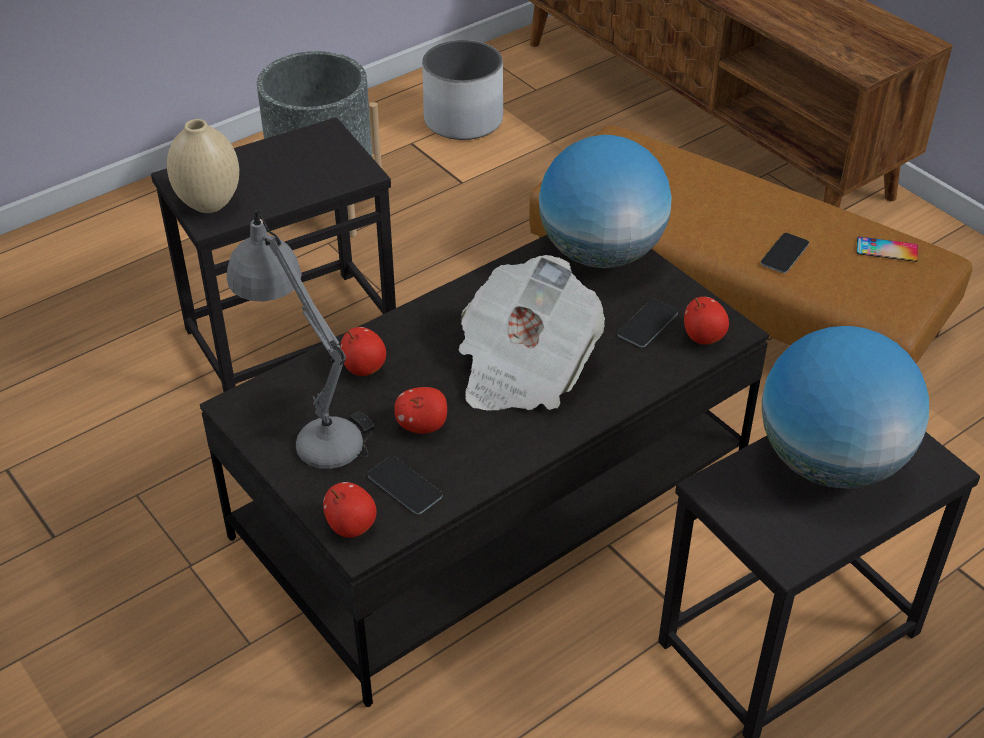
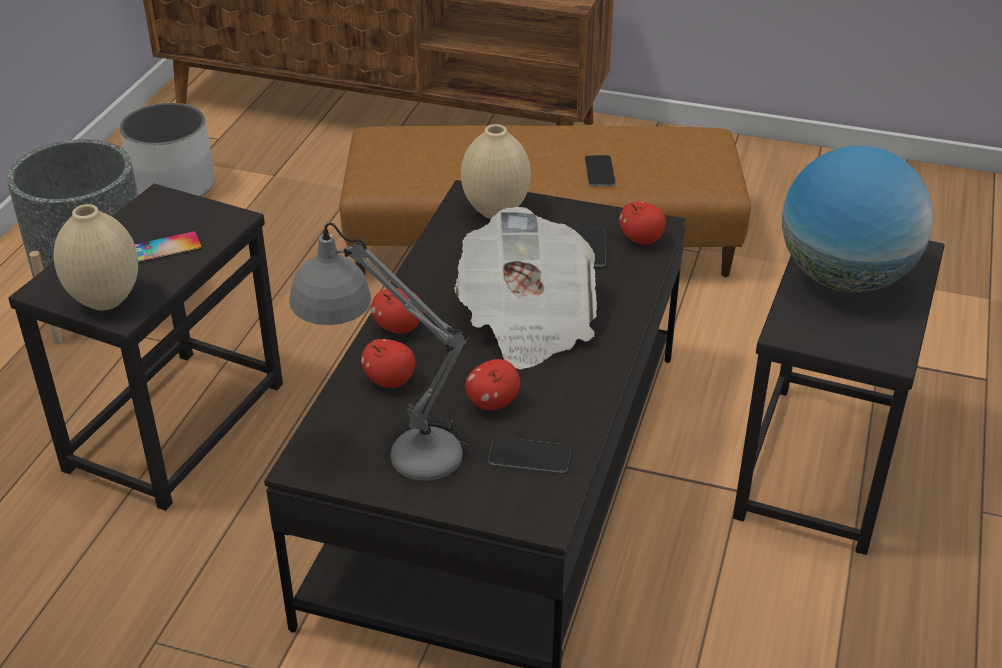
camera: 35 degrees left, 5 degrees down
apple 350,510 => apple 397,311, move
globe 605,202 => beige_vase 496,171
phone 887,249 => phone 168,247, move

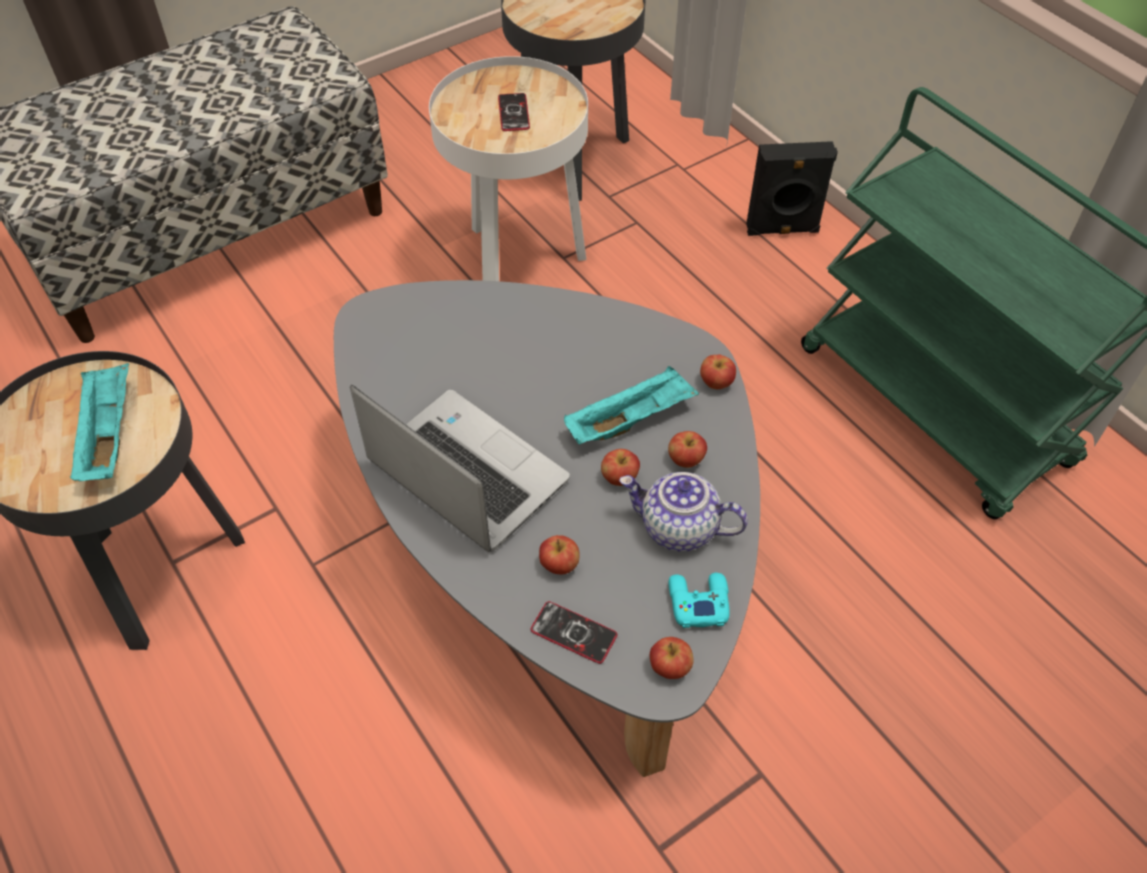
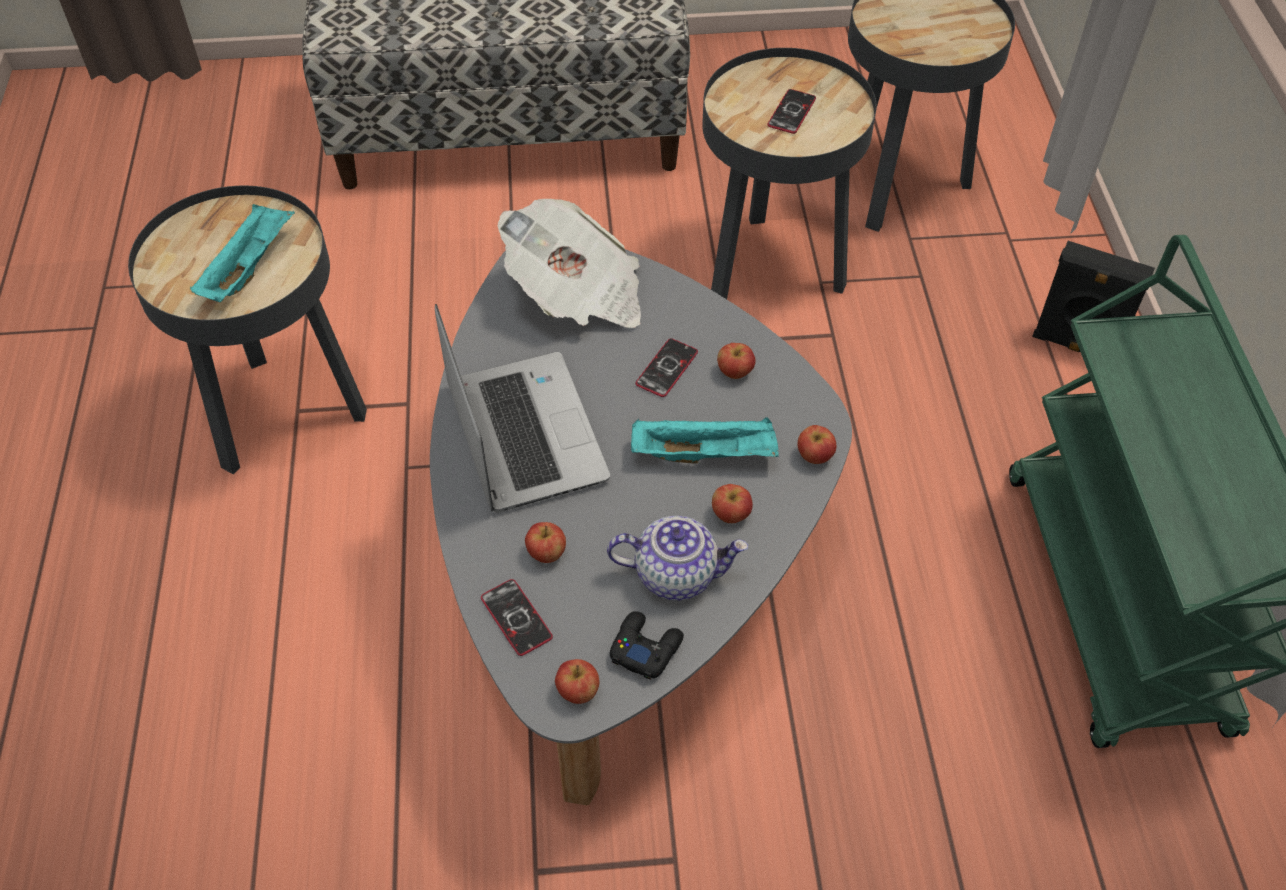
camera: 30 degrees right, 0 degrees up
white_side_table 508,168 => black_side_table 789,173
apple 620,467 => apple 736,361, move
teapot 683,512 => teapot 677,558, 135 degrees clockwise
turquoise_game_controller 699,600 => black_game_controller 647,645
nothing => newspaper 569,263
nothing => phone 666,367

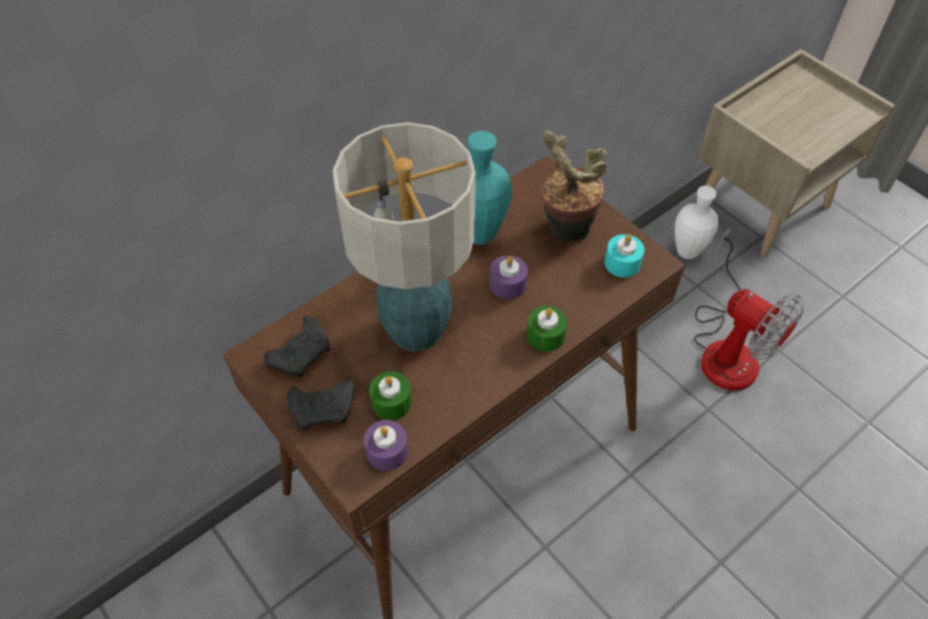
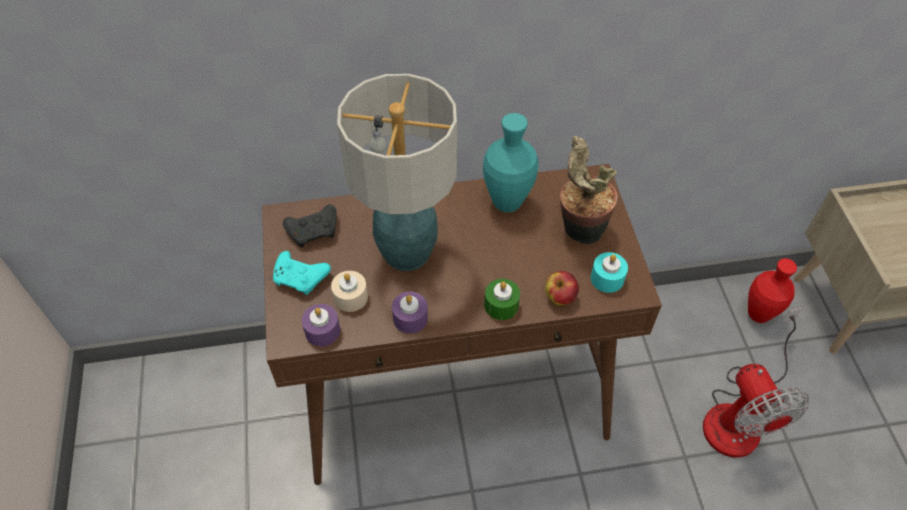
camera: 30 degrees right, 0 degrees up
black_game_controller 321,404 => turquoise_game_controller 302,273
green_candle 390,395 => beige_candle 349,291
purple_candle 509,277 => purple_candle 410,313, move
white_vase 696,222 => red_vase 772,290
nothing => apple 562,288

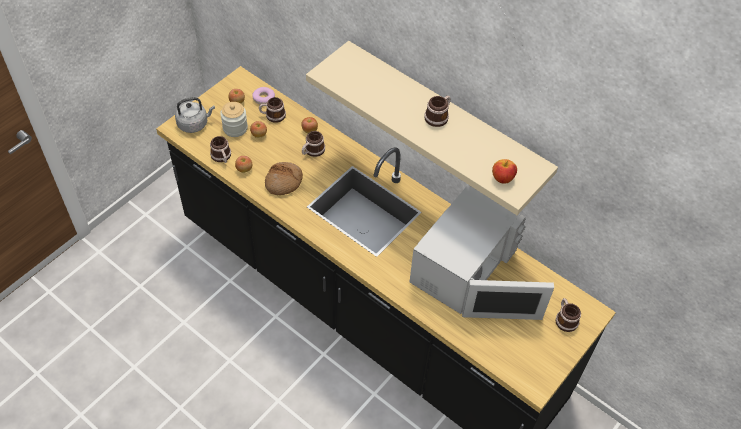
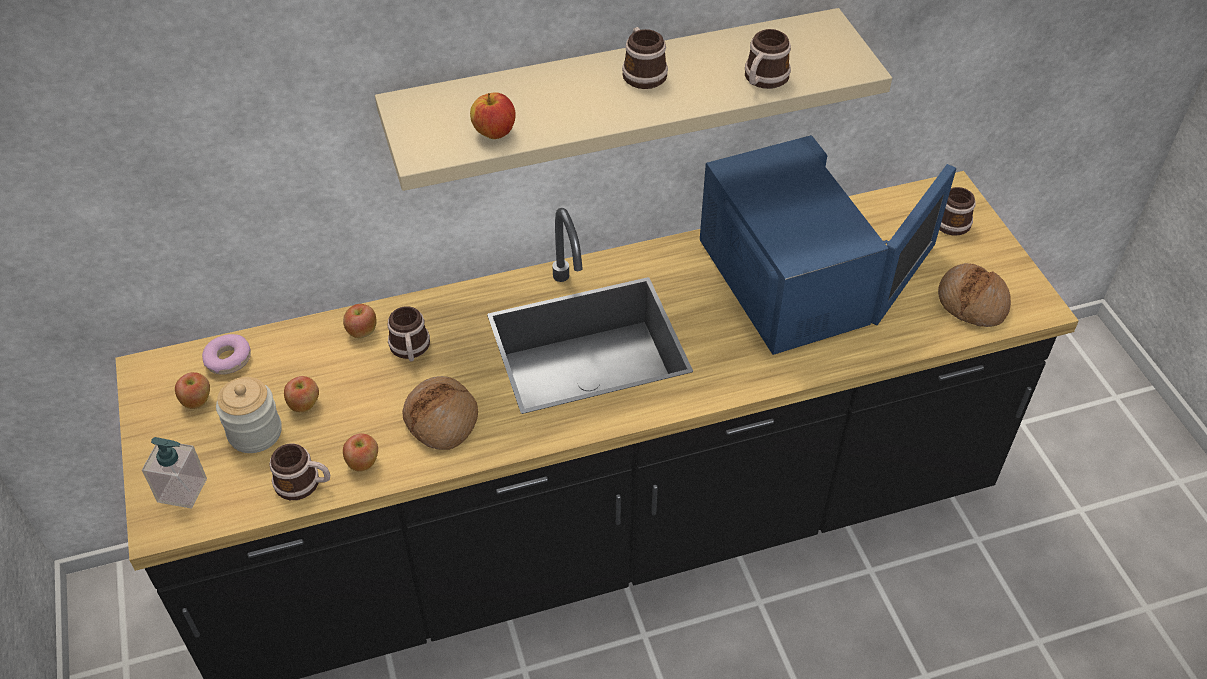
camera: 55 degrees left, 5 degrees down
grey_kettle 195,115 => soap_dispenser 174,472
mug 272,110 => mug 768,59, move
white_microwave 482,252 => blue_microwave 828,245
apple 504,171 => apple 493,115, move
nothing => bread 974,295

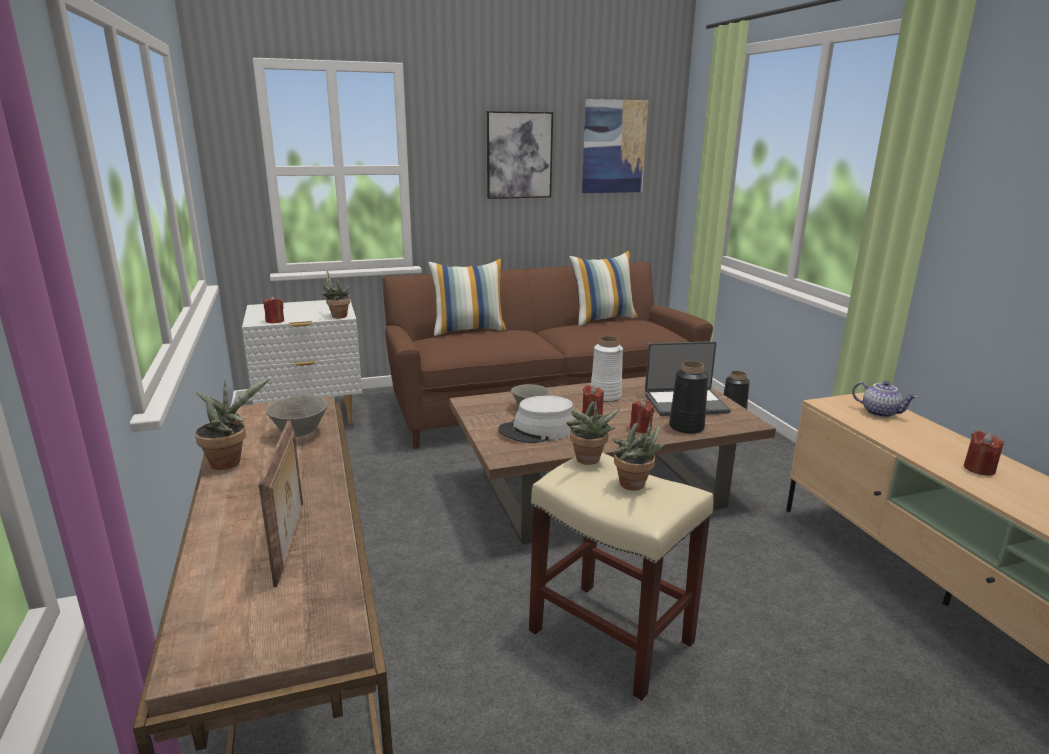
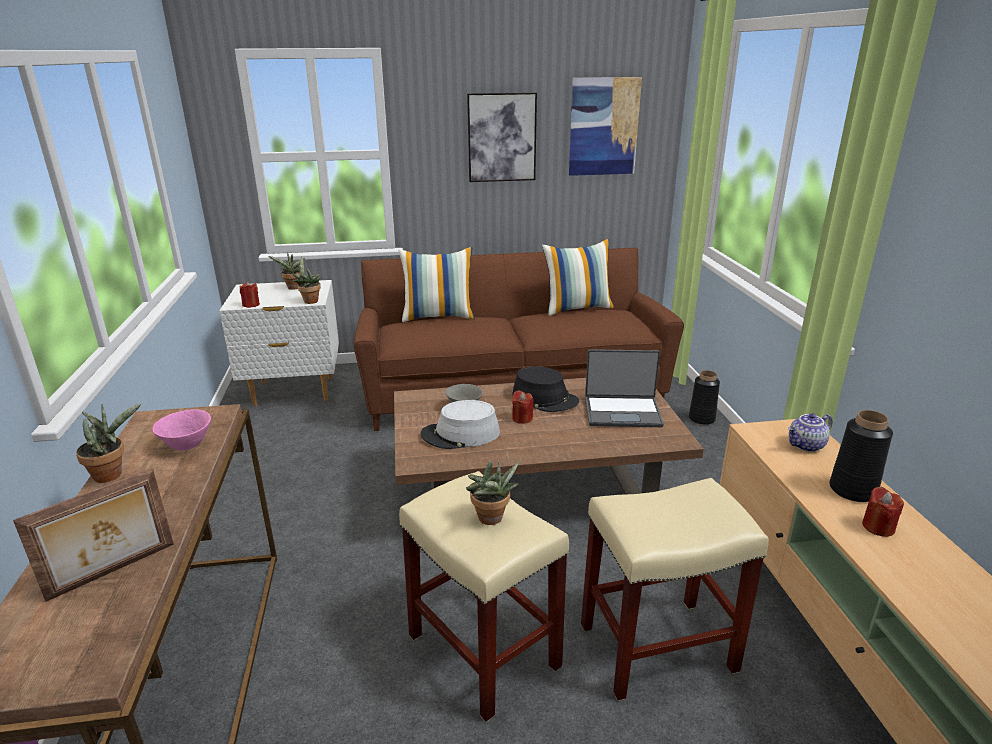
camera: 10 degrees right, 5 degrees up
picture_frame 280,503 => picture_frame 93,535, 45 degrees clockwise
grey_bowl 296,416 => pink_bowl 182,430
potted_plant 593,432 => potted_plant 286,271, move
white_vase 607,369 => black_hat 545,389
red_candle 642,416 => nothing
black_vase 689,397 => black_vase 861,456, move
teapot 884,399 => teapot 810,432, 105 degrees clockwise
nothing => beige_stool 674,589

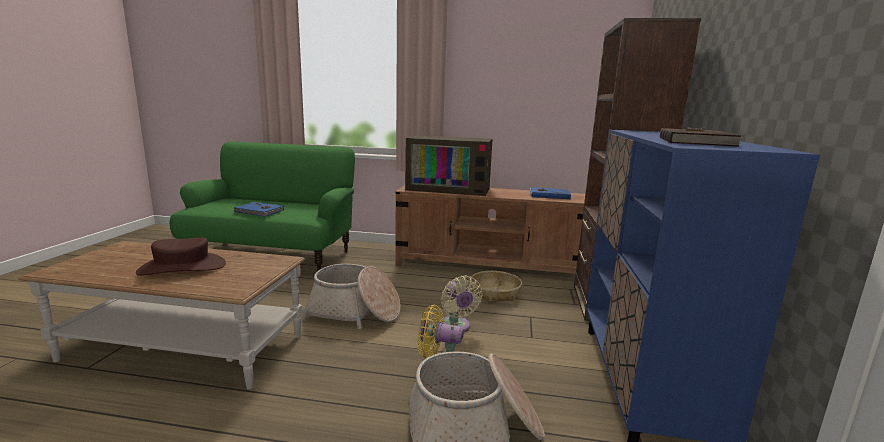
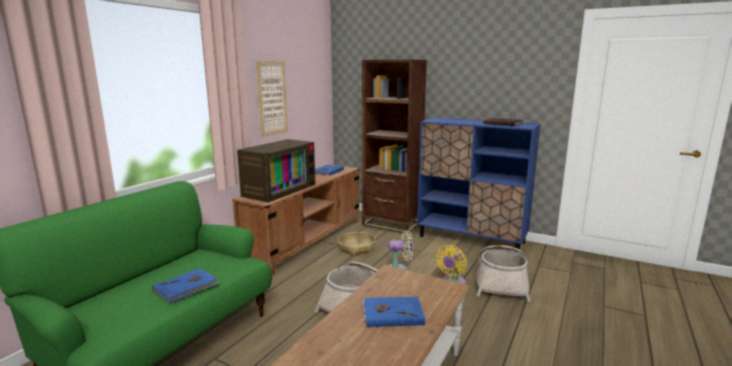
camera: 70 degrees left, 0 degrees up
brown_hat 181,256 => blue_book 394,311
nothing => picture 272,99

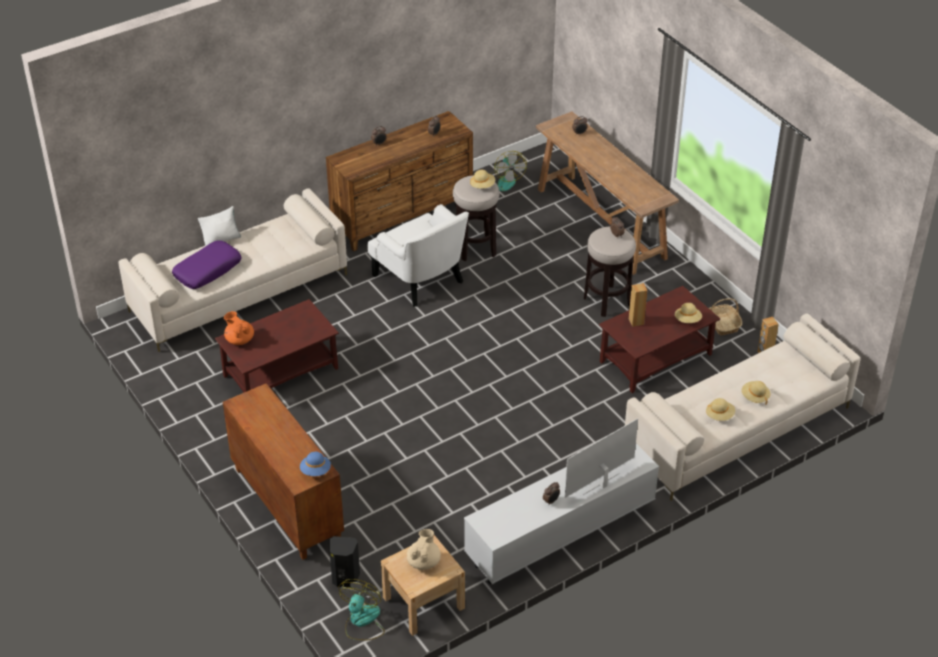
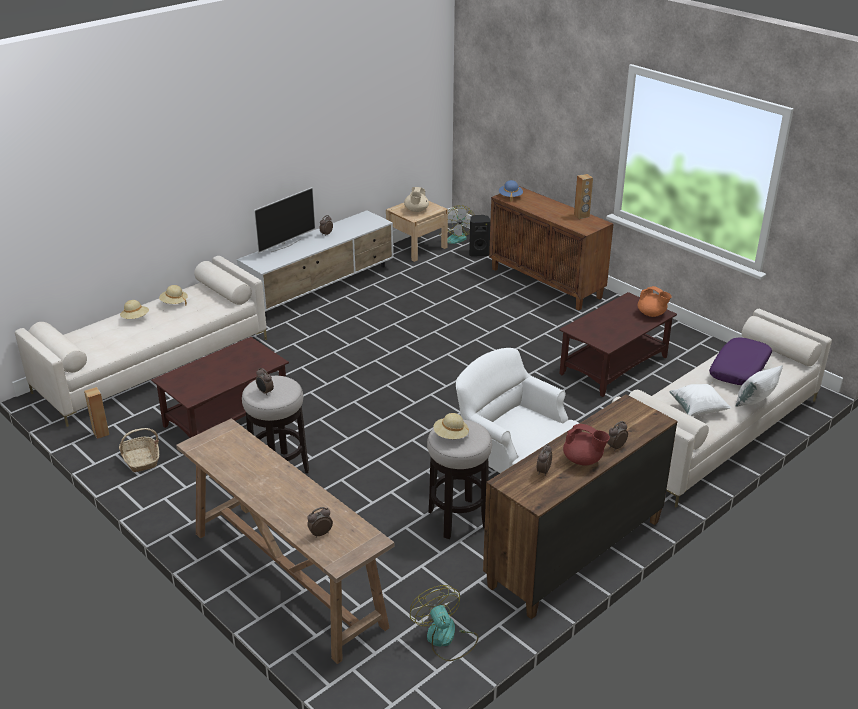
camera: 170 degrees right, 10 degrees down
brown_speaker 638,305 => brown_speaker 583,196, move
beige_hat 688,313 => nothing
nothing => red_teapot 586,445
nothing => white_pillow 700,400

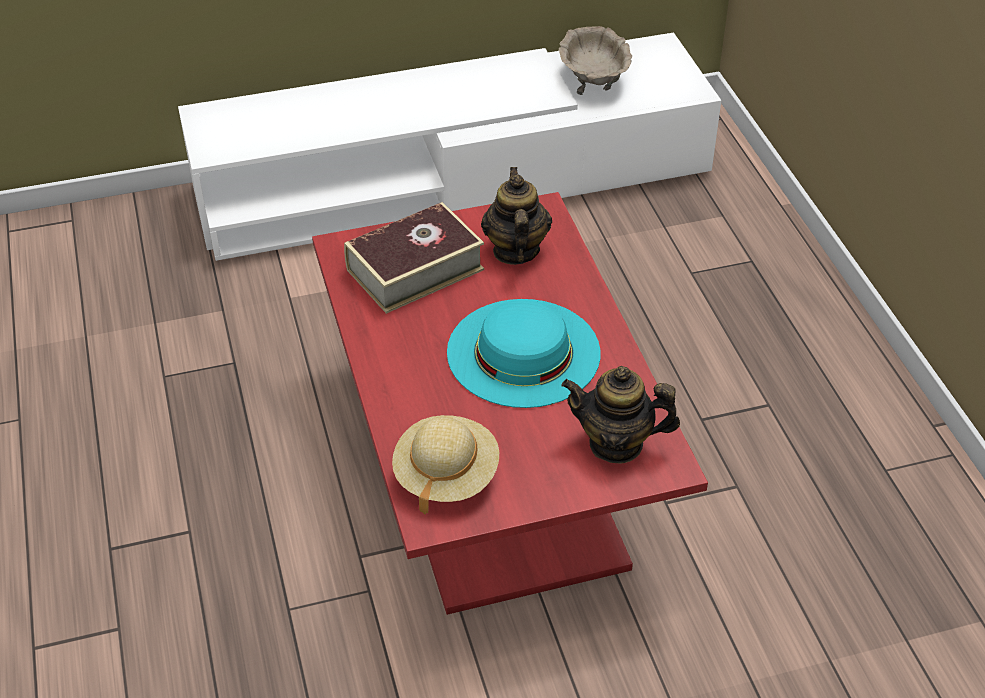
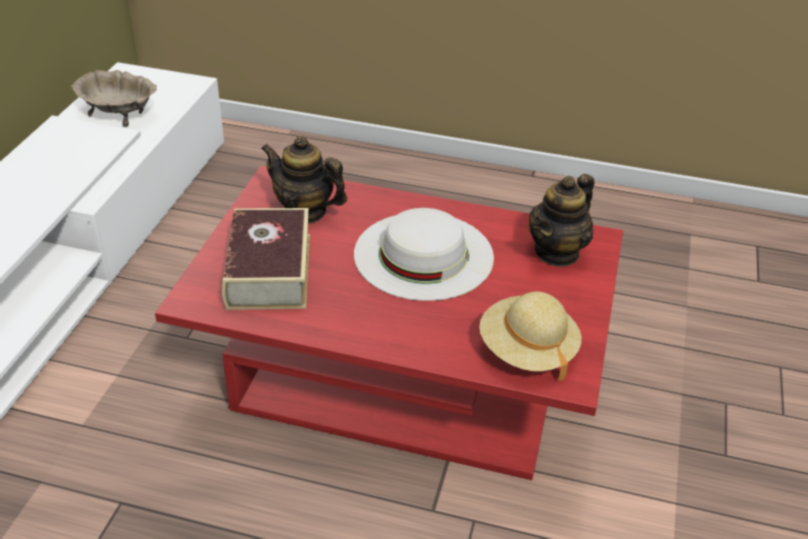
camera: 60 degrees left, 5 degrees down
turquoise_hat 523,353 => white_hat 424,254

